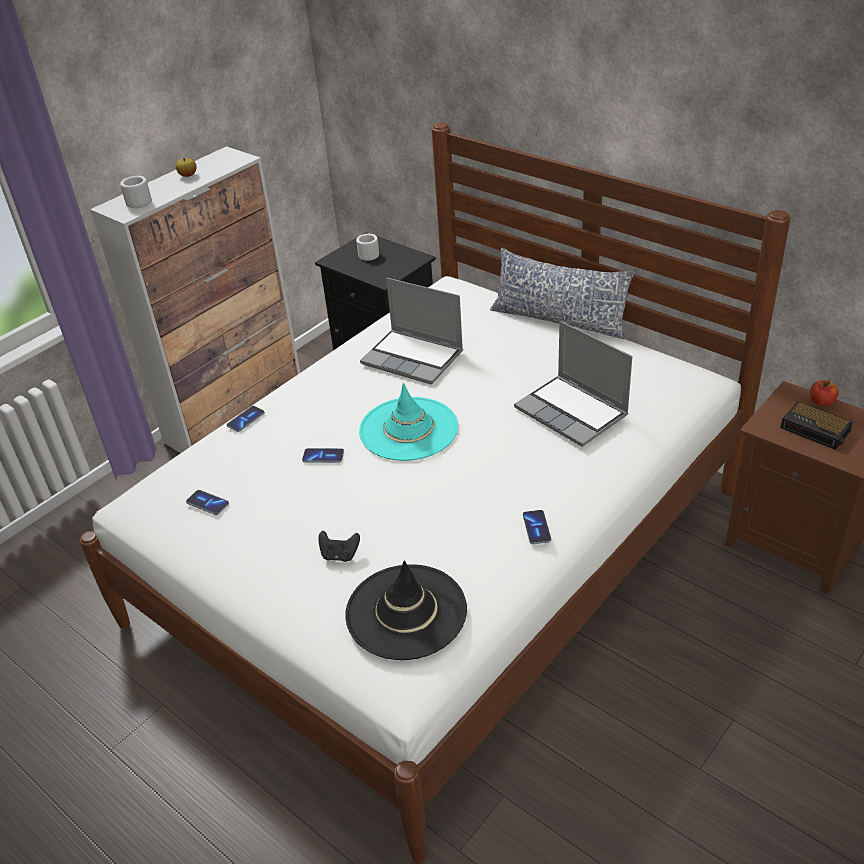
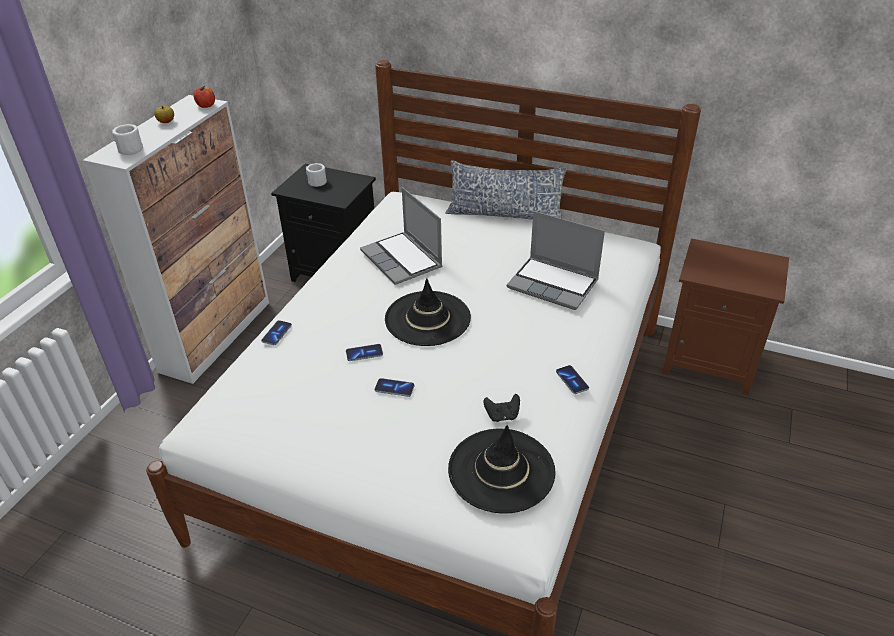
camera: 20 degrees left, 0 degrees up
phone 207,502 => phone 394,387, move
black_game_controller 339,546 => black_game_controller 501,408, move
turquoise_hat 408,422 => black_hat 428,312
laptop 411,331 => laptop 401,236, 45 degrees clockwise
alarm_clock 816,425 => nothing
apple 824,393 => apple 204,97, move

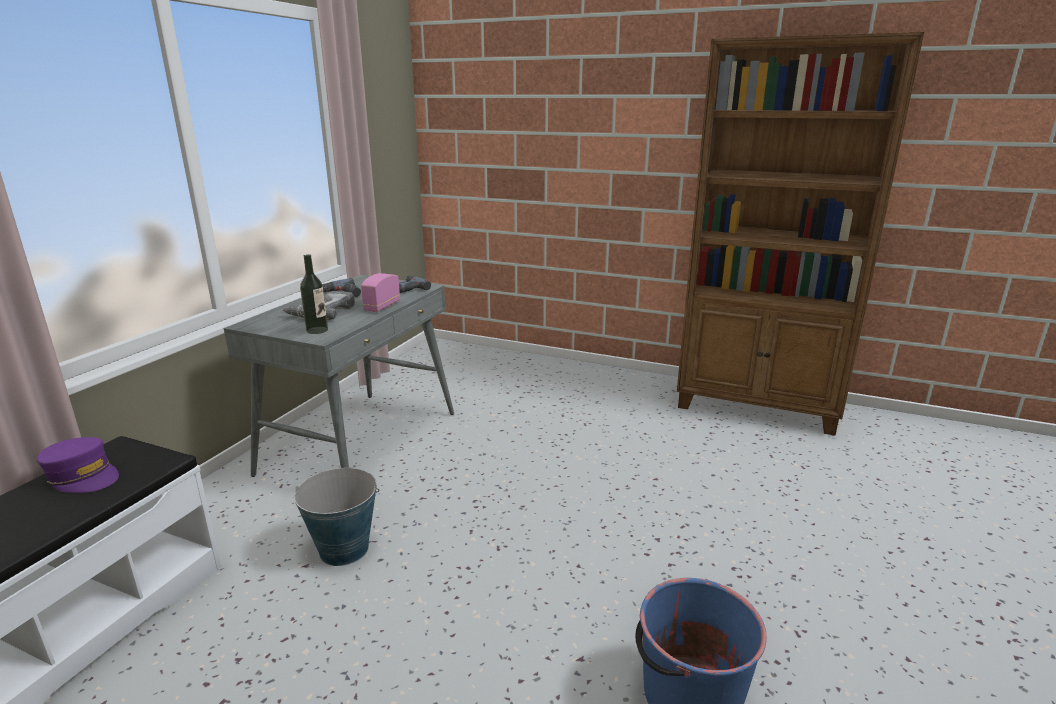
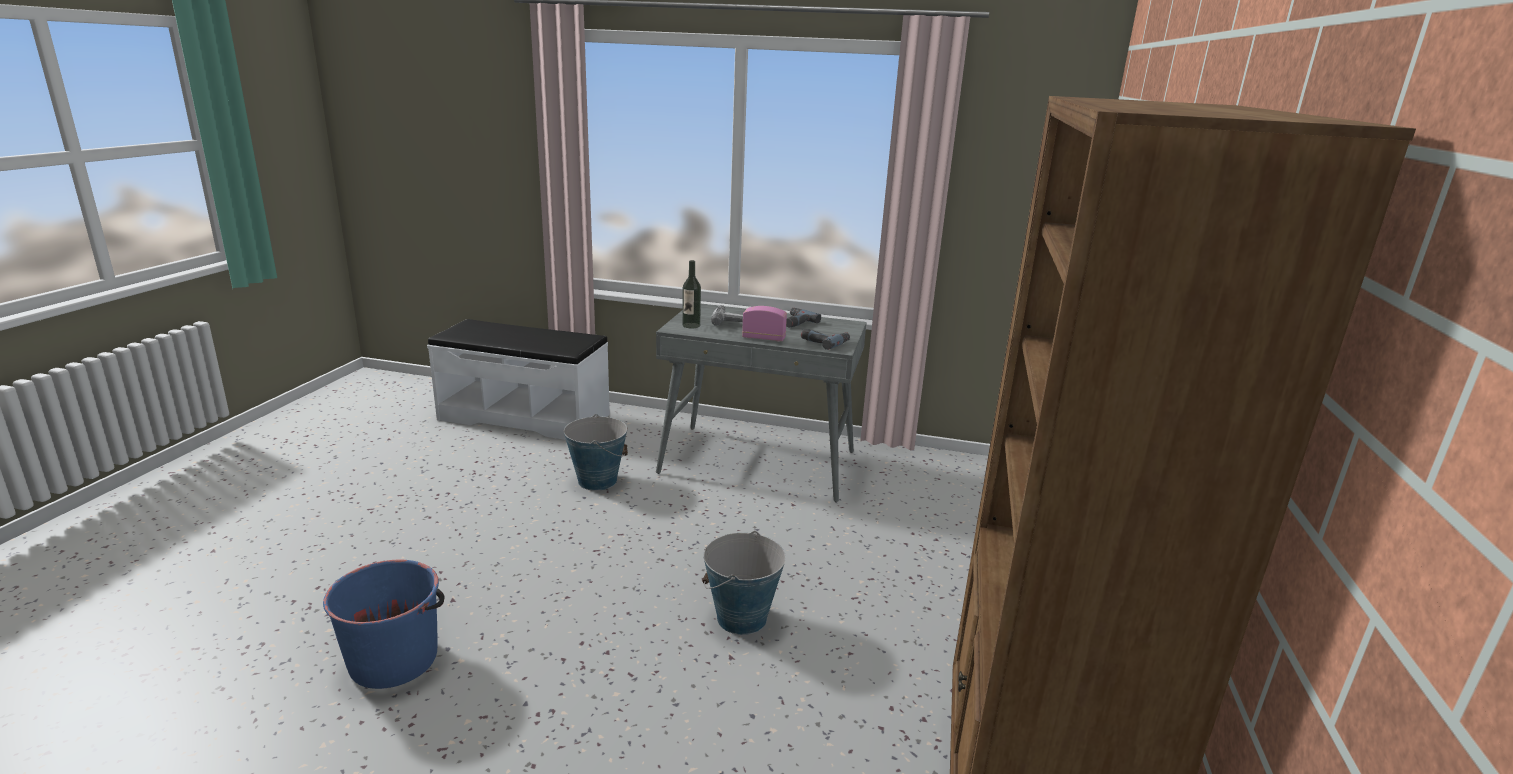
camera: 80 degrees right, 0 degrees up
purple_cap 78,465 => nothing
nothing => bucket 744,583

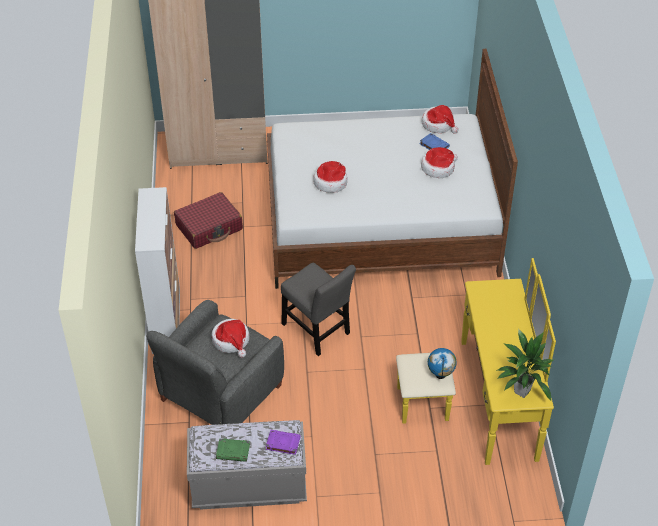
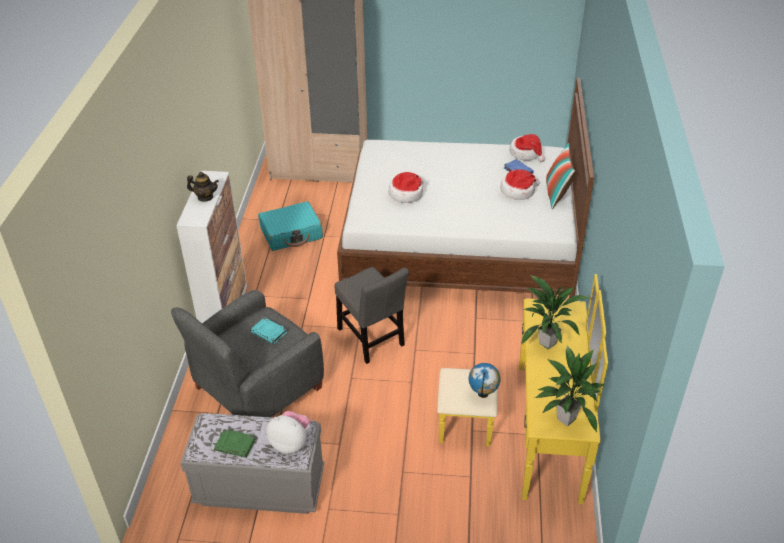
camera: 10 degrees right, 5 degrees down
red_suitcase 208,220 => turquoise_suitcase 290,226
hat 230,338 => turquoise_book 268,330
purple_book 283,442 => plush_toy 288,432
nothing => teapot 203,187
nothing => potted_plant 555,312
nothing => pillow 560,176

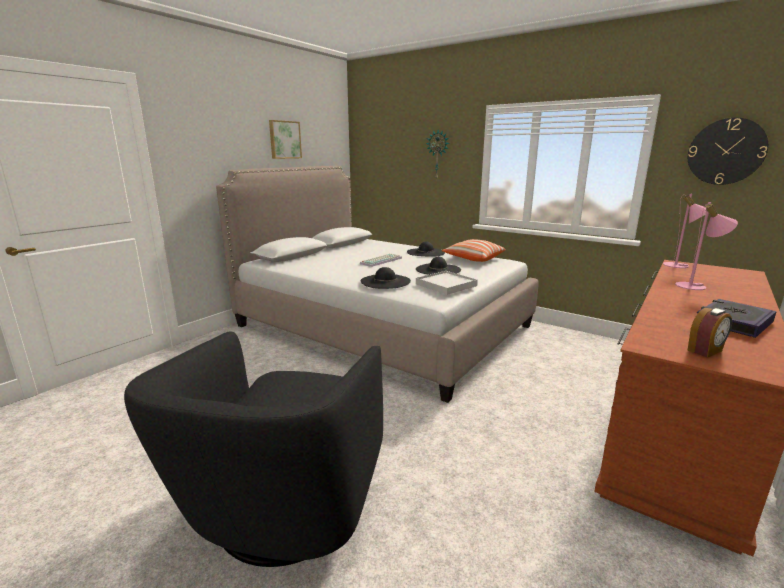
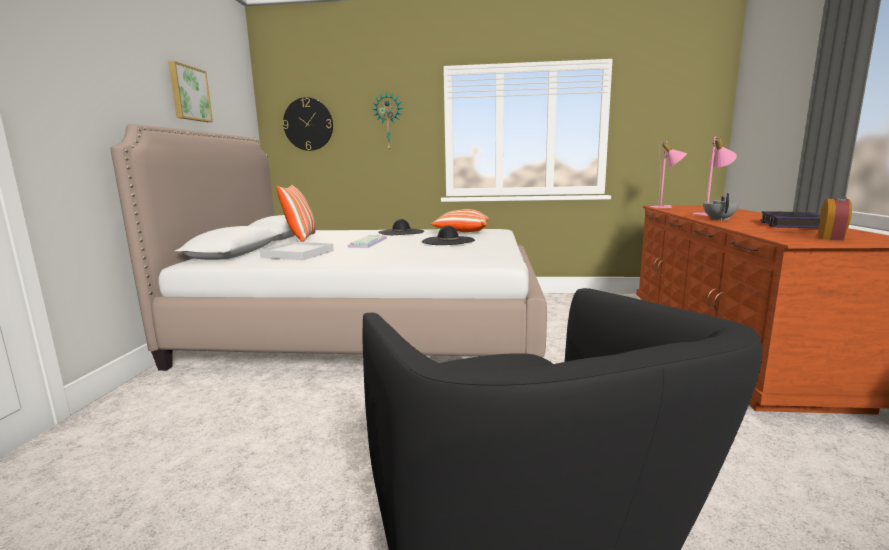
camera: 30 degrees left, 5 degrees down
black_hat 386,278 => nothing
white_tray 447,283 => white_tray 297,251, move
wall_clock 728,151 => wall_clock 308,124, move
nothing => pillow 296,213
nothing => grey_teapot 721,207

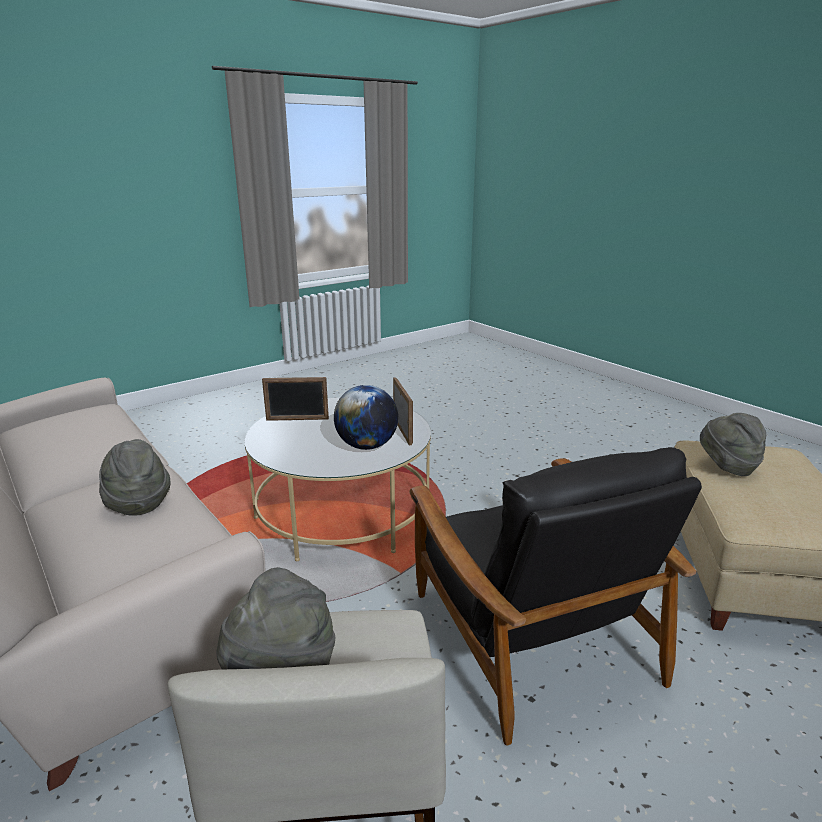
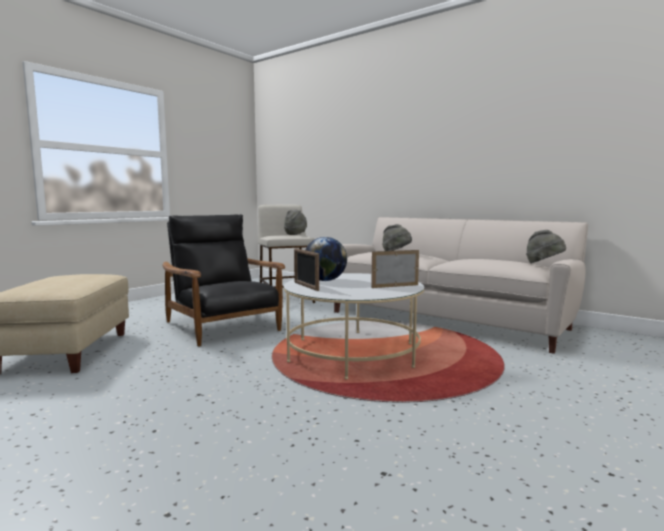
camera: 165 degrees right, 15 degrees down
grey_hat 733,444 => grey_hat 546,246, move

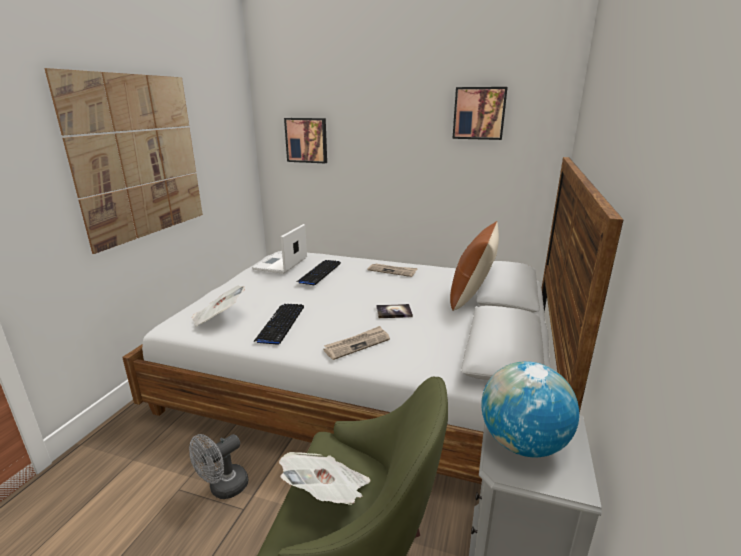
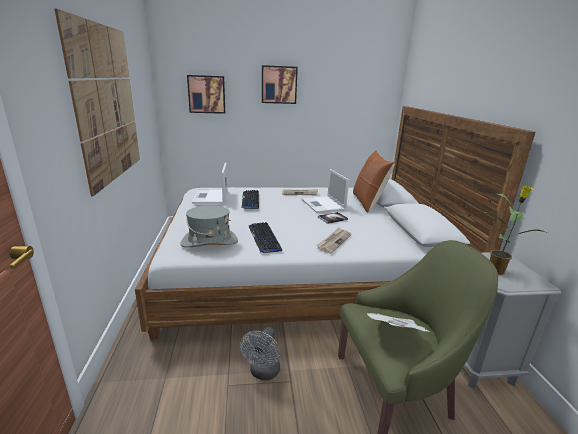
camera: 25 degrees left, 0 degrees up
newspaper 218,306 => grey_hat 209,226
picture 480,113 => picture 280,84, move
globe 530,409 => potted_plant 514,230
nothing => laptop 325,191

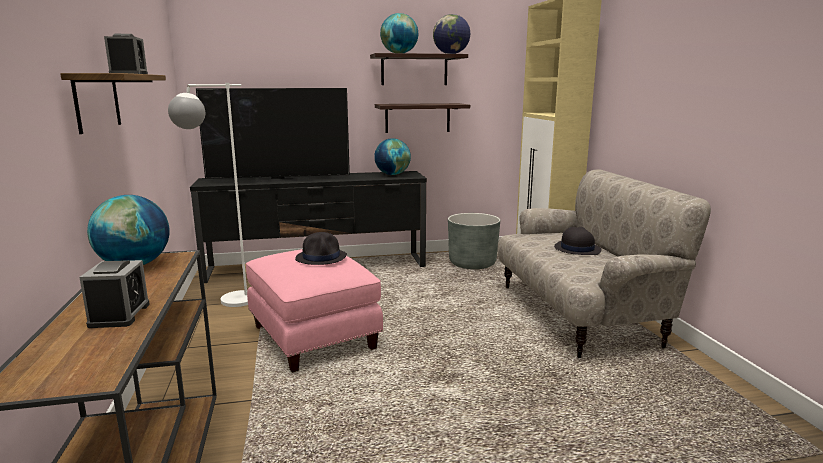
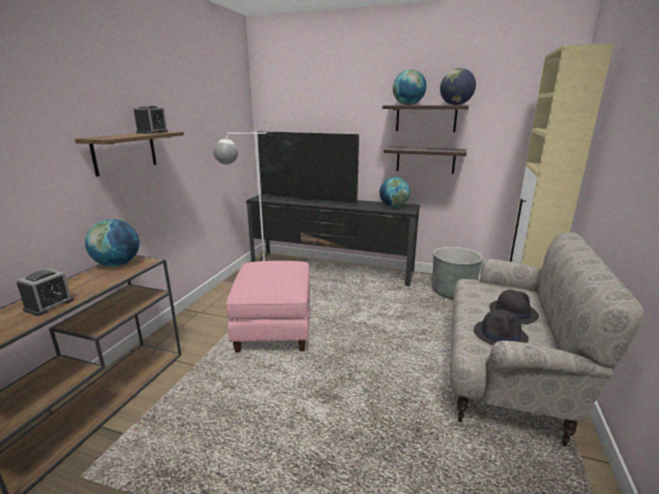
camera: 30 degrees right, 5 degrees up
black_hat 321,248 => black_hat 501,327, move

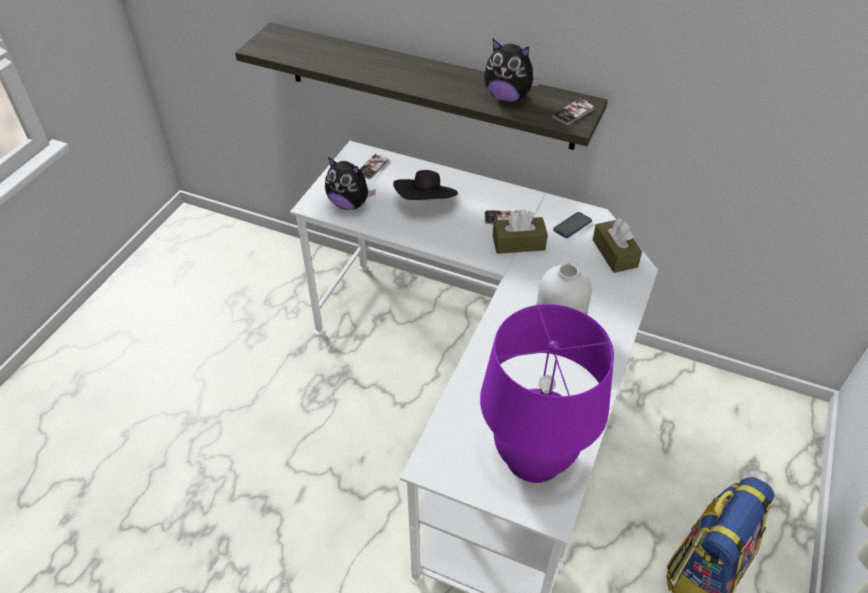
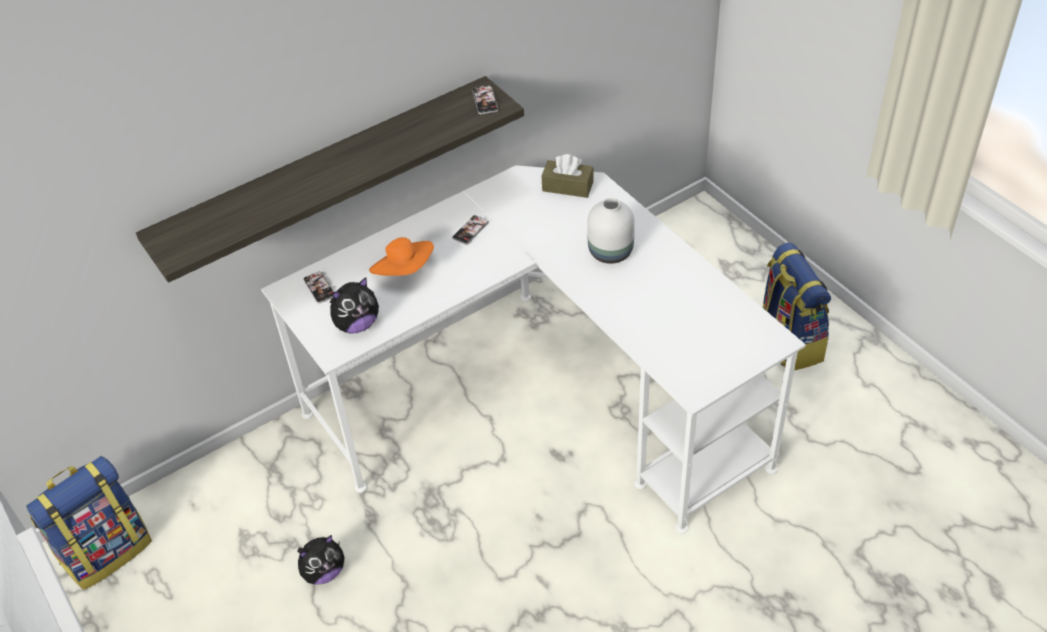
camera: 55 degrees left, 0 degrees up
black_hat 425,185 => orange_hat 401,256
purple_table_lamp 547,393 => nothing
plush_toy 512,70 => plush_toy 320,560, move
brown_tissue_box 520,232 => nothing
phone 572,225 => nothing
nothing => backpack 89,523

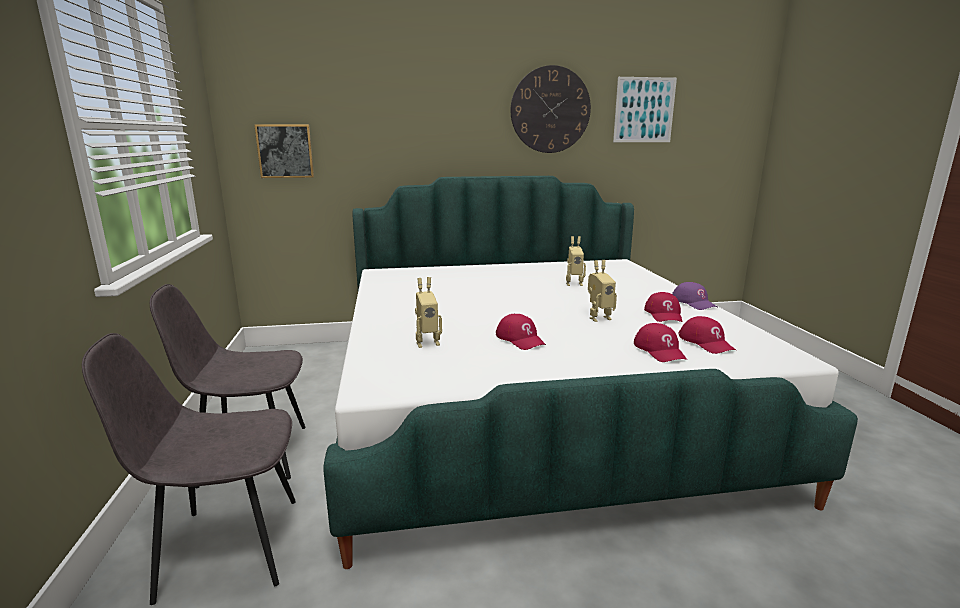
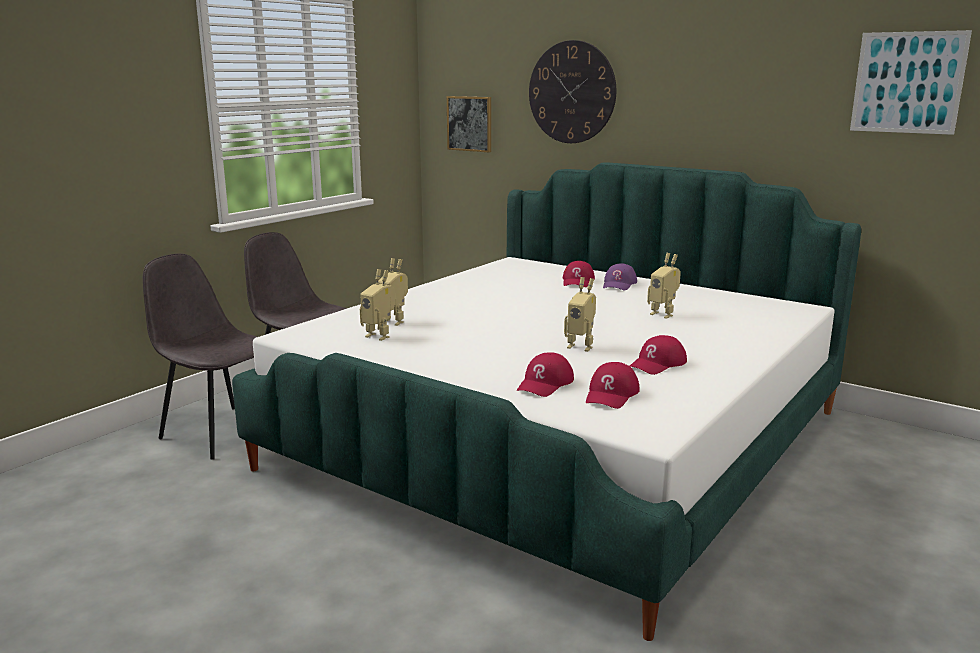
camera: 45 degrees right, 0 degrees up
red_cap 521,332 => red_cap 579,274, move
wall_clock 551,109 => wall_clock 573,91, move
purple_cap 694,296 => purple_cap 620,277, move
nothing => toy_robot 377,305

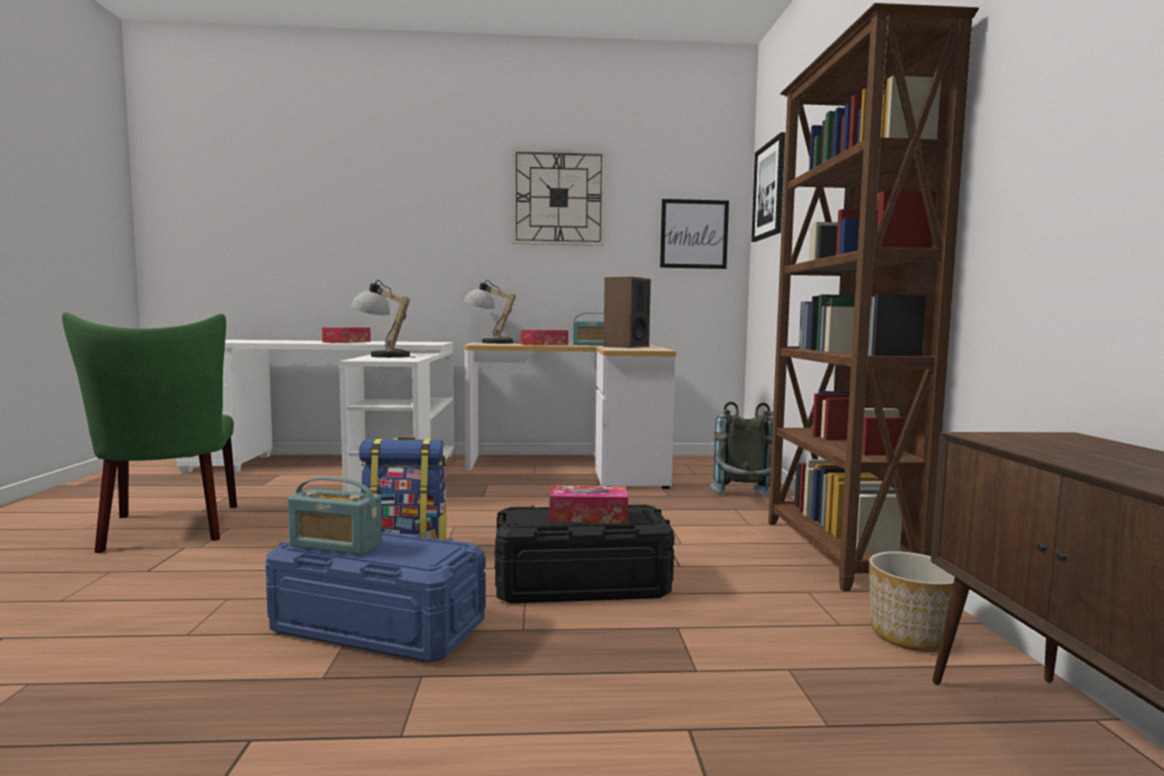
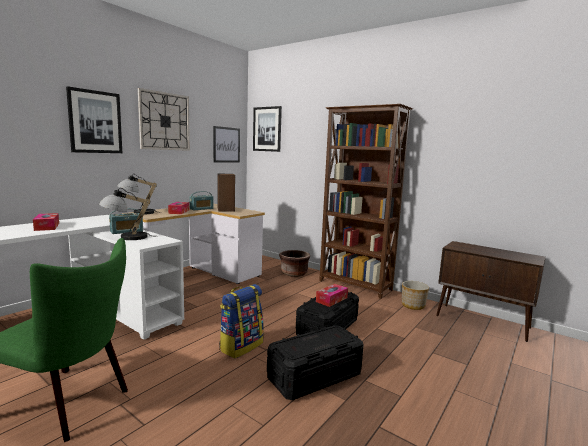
camera: 50 degrees left, 5 degrees up
blue_storage_box 375,596 => black_storage_box 315,362
radio 335,516 => radio 126,221, move
grey_backpack 741,449 => brown_planter 294,263
nothing => picture 94,119

